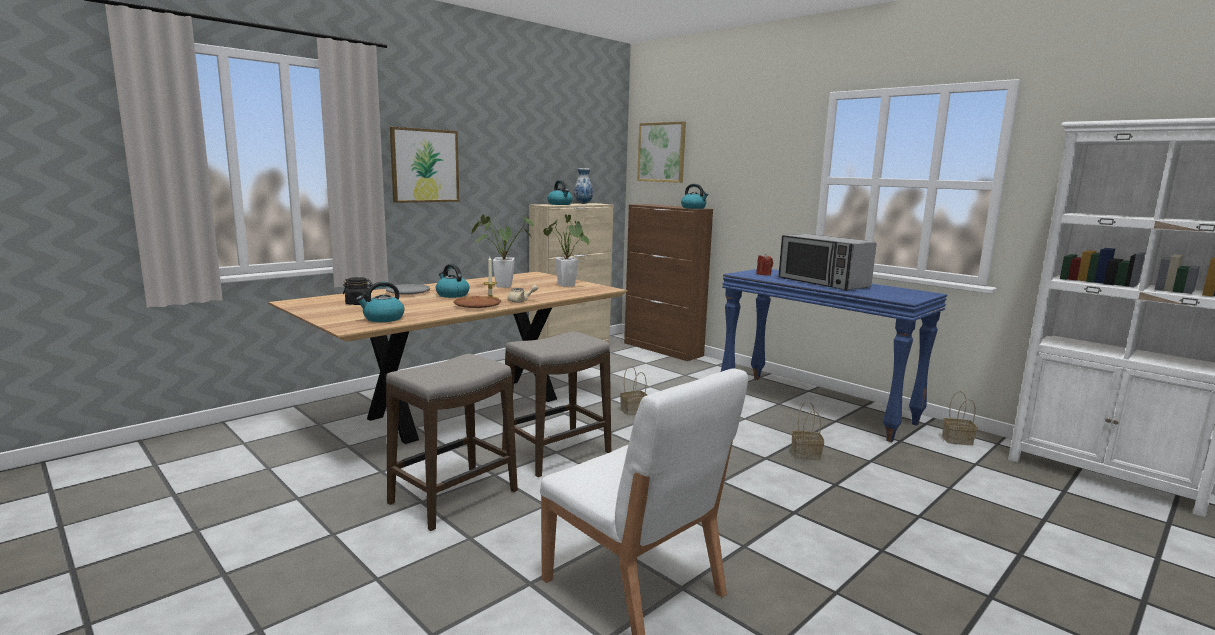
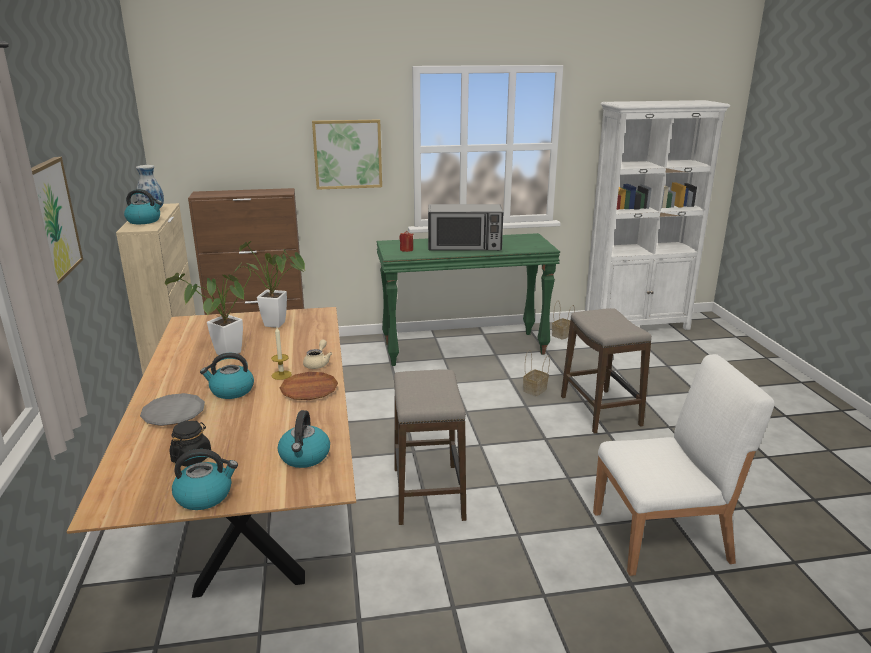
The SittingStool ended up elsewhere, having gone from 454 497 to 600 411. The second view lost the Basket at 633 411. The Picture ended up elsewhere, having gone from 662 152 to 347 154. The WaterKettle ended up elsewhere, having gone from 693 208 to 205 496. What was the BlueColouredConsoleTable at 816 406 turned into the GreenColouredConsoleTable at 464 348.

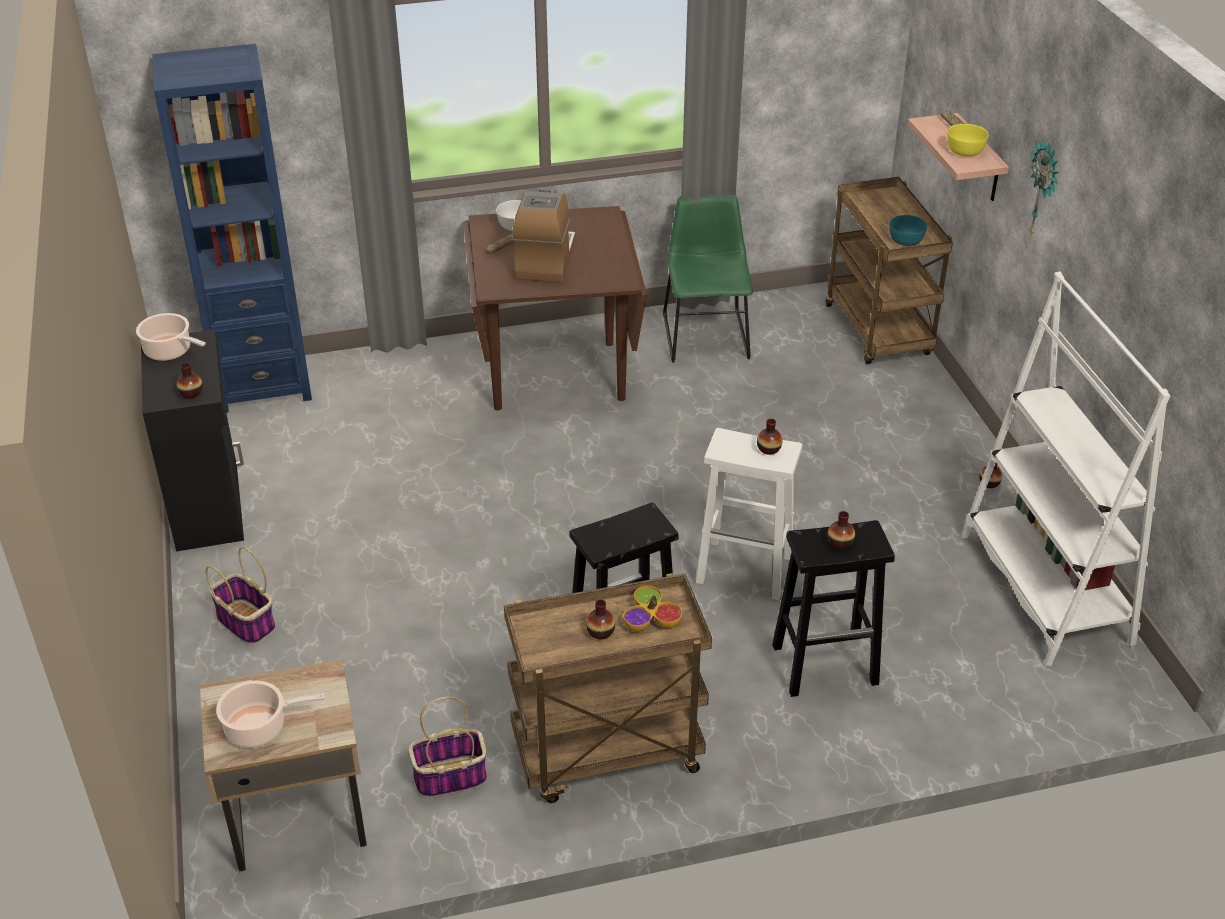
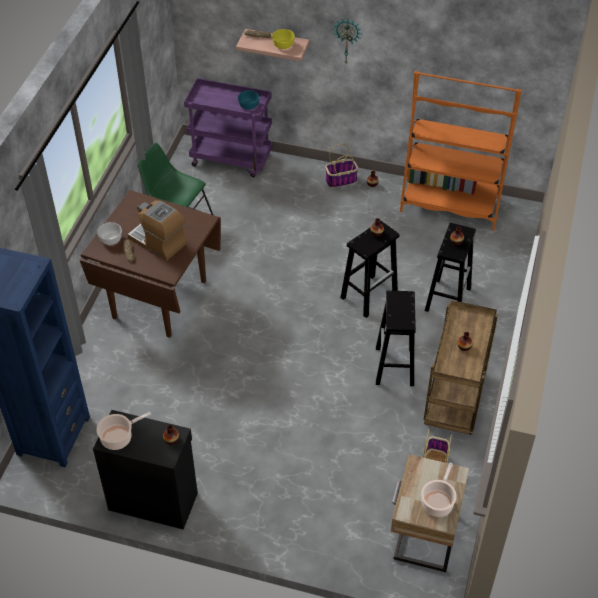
The Basket ended up elsewhere, having gone from 247 623 to 341 180. The second view lost the ServingBowl at 650 618. What was the WhitishSittingStool at 746 569 turned into the BlackishSittingStool at 369 295. What was the BrownishCart at 879 332 turned into the PurpleCart at 232 159. What was the WhitishBookcase at 1045 589 turned into the OrangeColouredBookcase at 450 205.

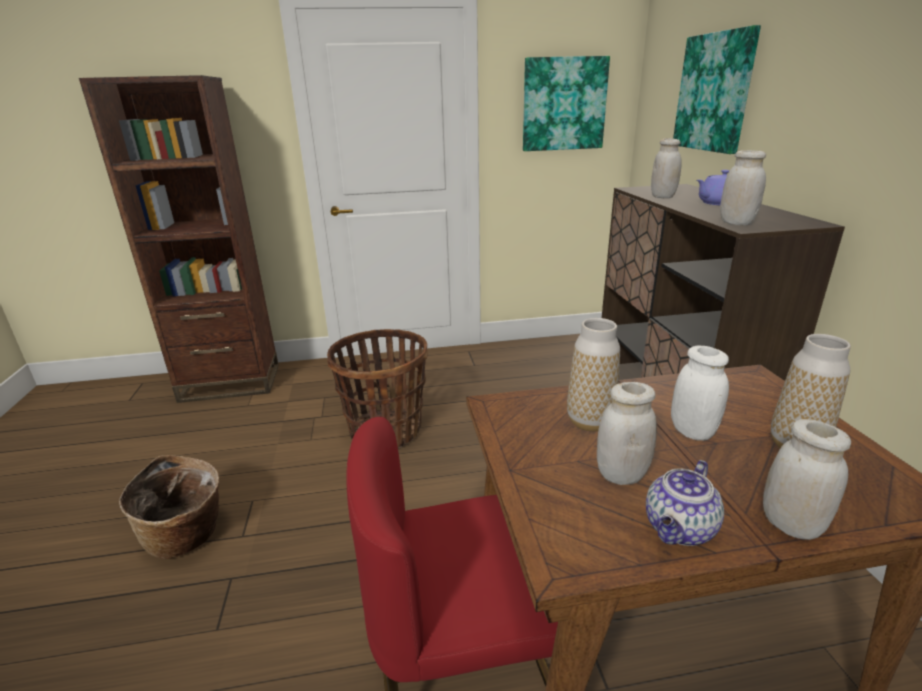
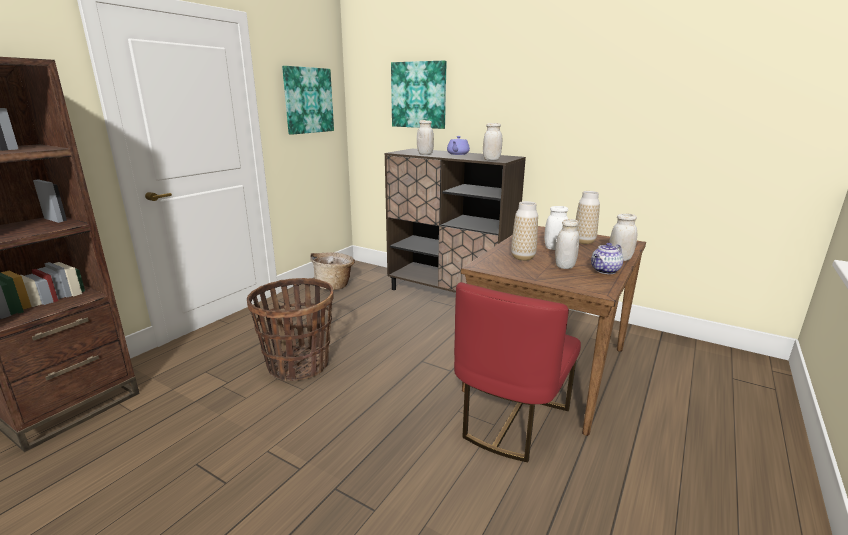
The Basket ended up elsewhere, having gone from 187 537 to 334 285. The PotForTea at 679 530 ended up facing another way, 60 degrees clockwise from before.

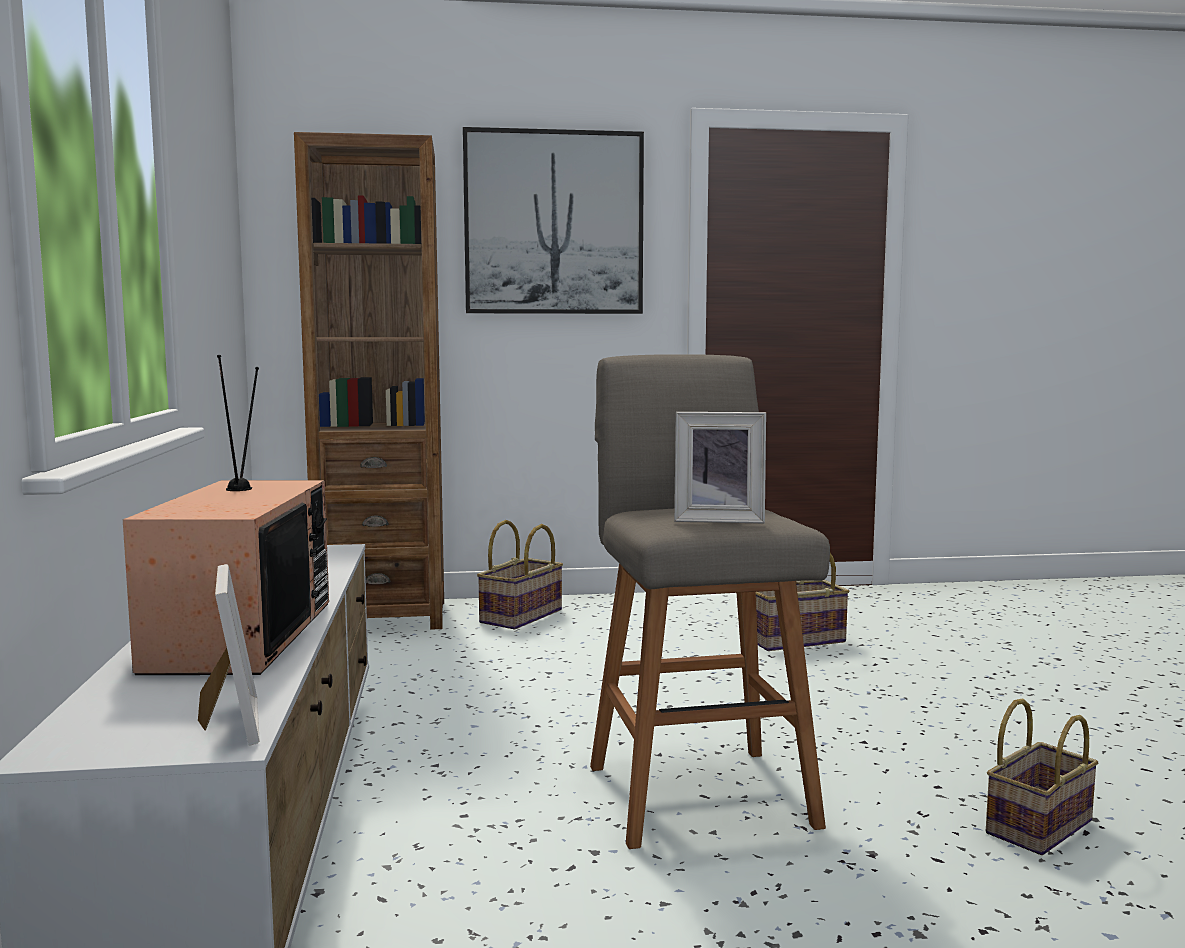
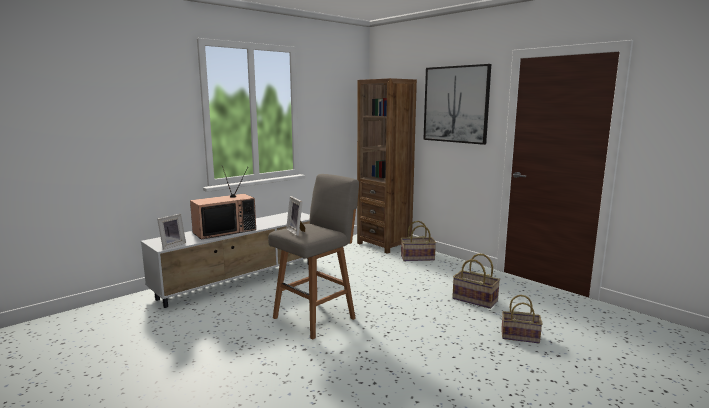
The Basket ended up elsewhere, having gone from 1038 825 to 521 336.

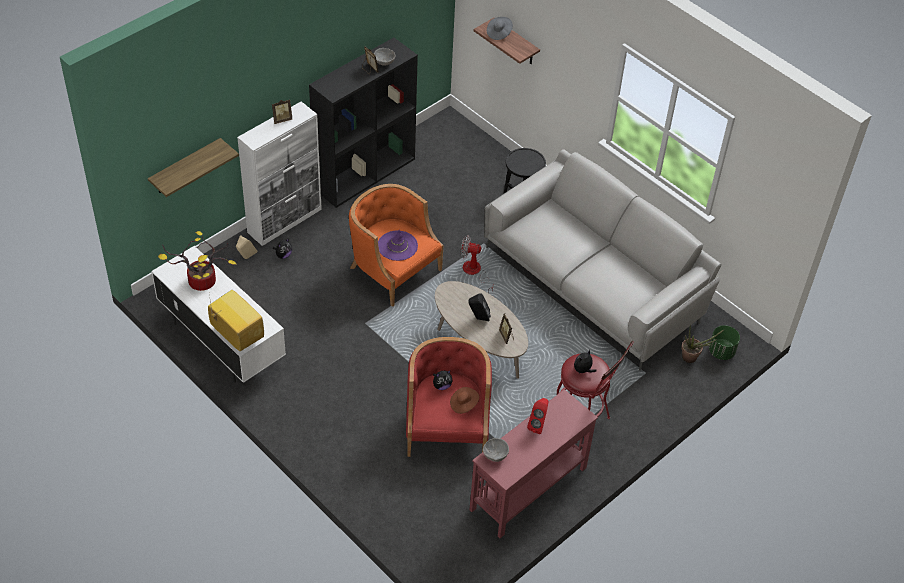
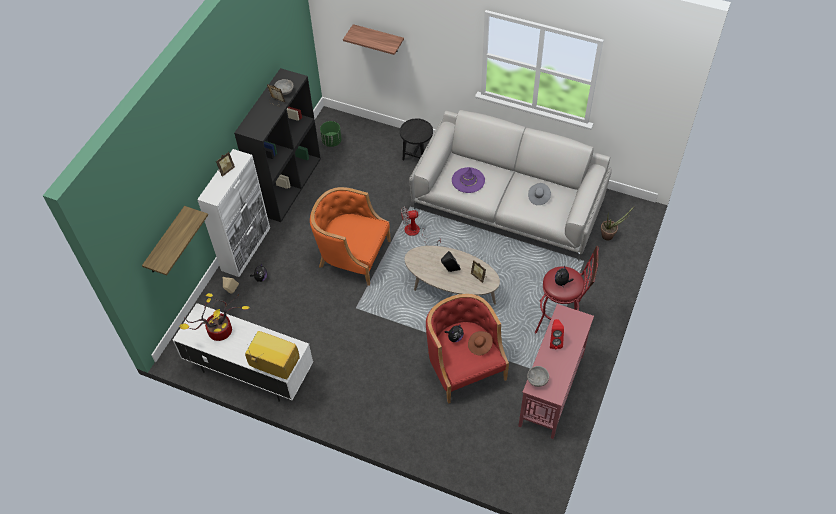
The PurpleHat ended up elsewhere, having gone from 397 246 to 468 180. The GrayHat ended up elsewhere, having gone from 499 33 to 538 197. The GreenColouredPlanter ended up elsewhere, having gone from 721 352 to 332 141.

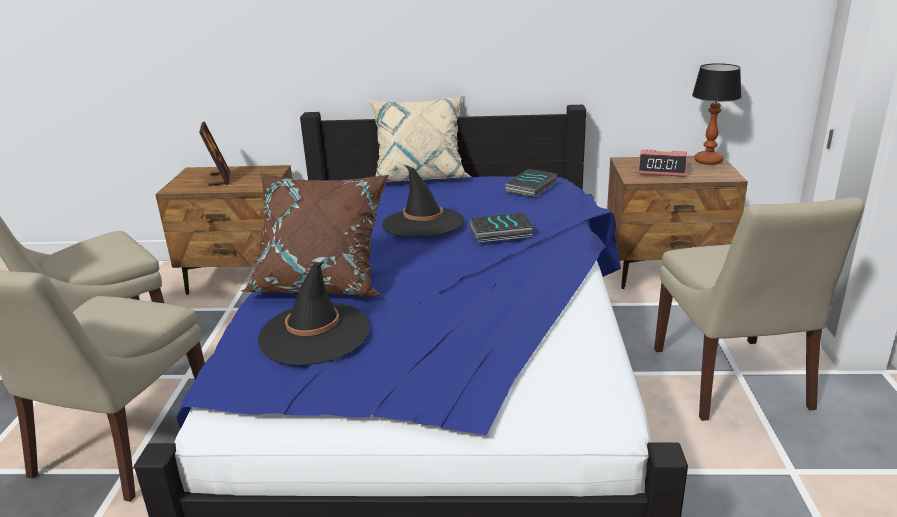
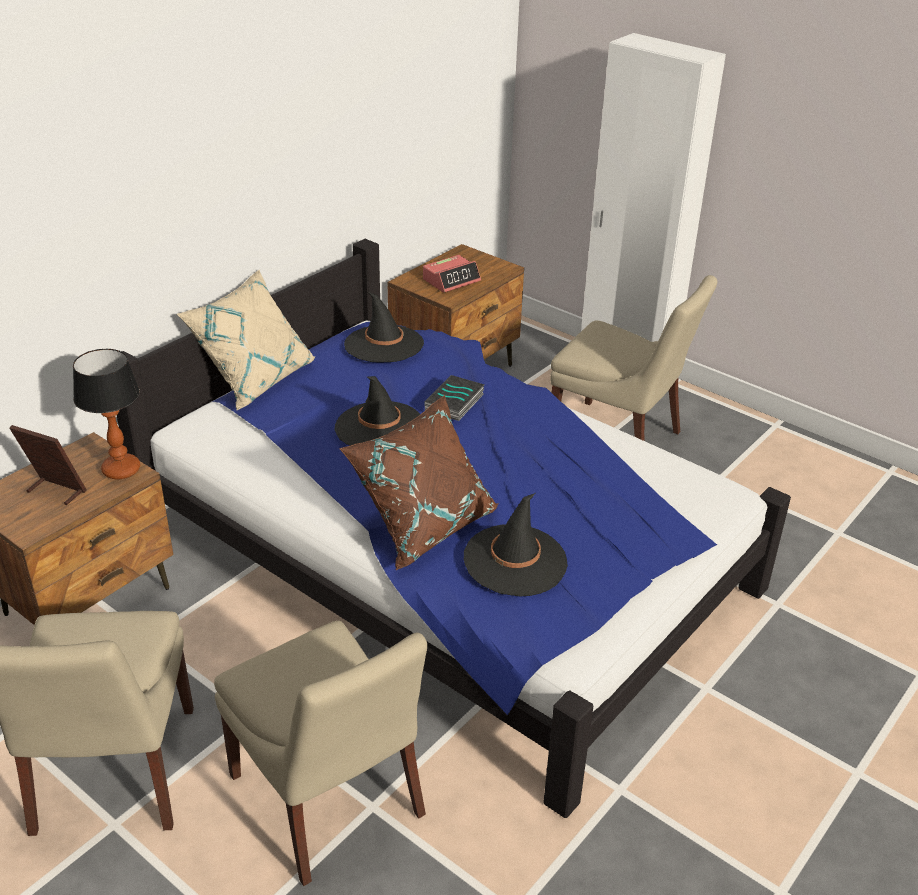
Where the BoundBook stood at 532 187, the BlackishHat came to stand at 383 344. The TabletopLamp ended up elsewhere, having gone from 707 161 to 120 470.

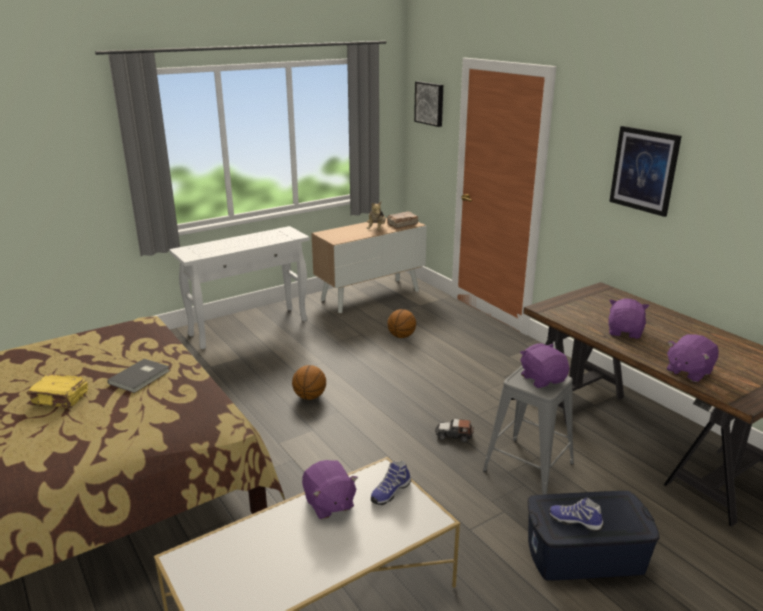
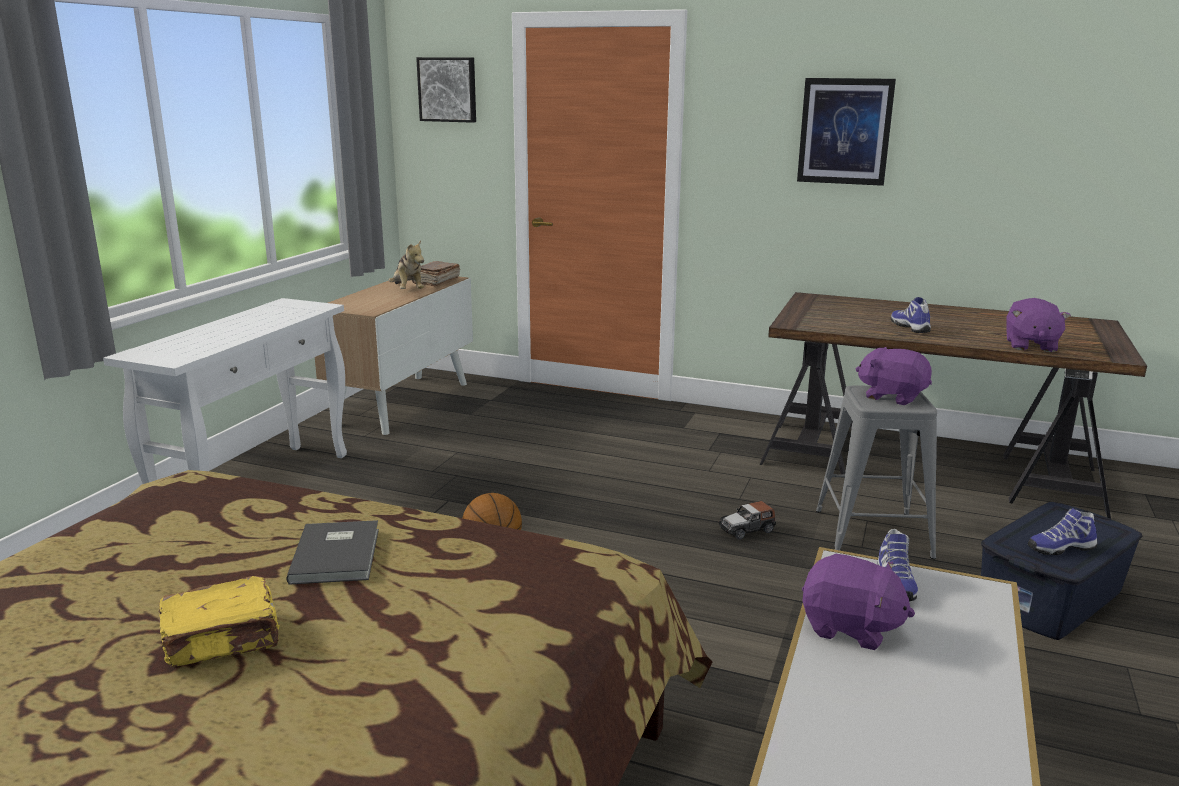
The second view lost the BallForBasketball at 401 336. Where the PurpleSoftToy stood at 625 332, the ItemOfFootwear came to stand at 911 327.

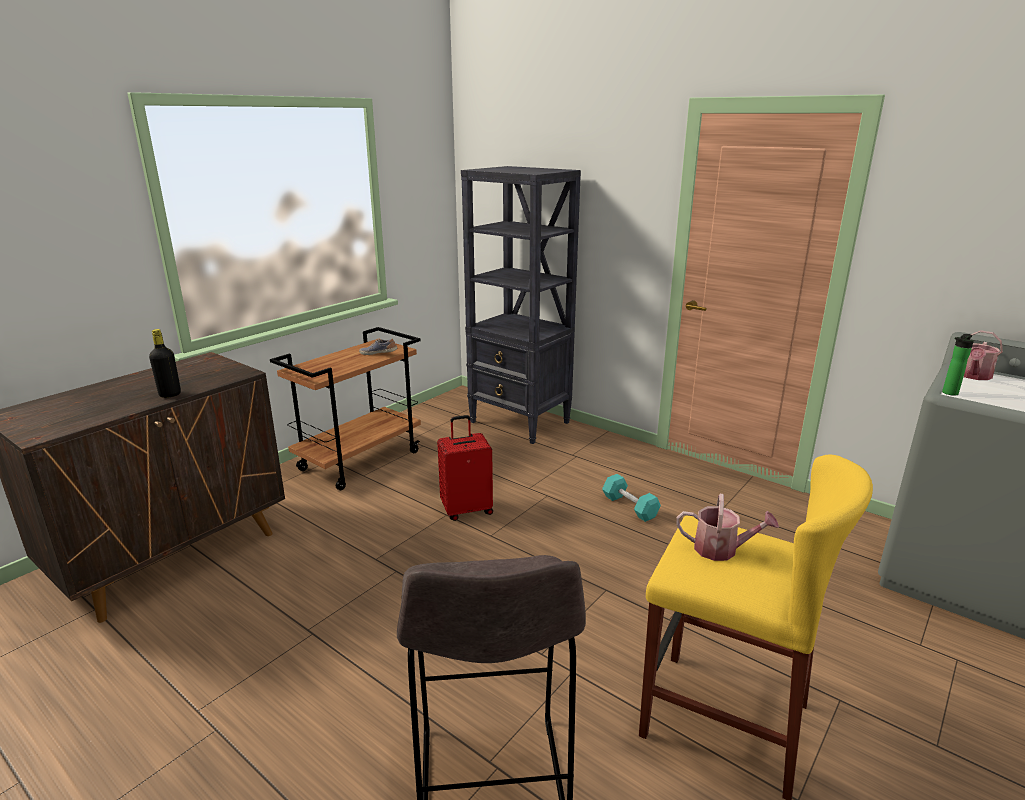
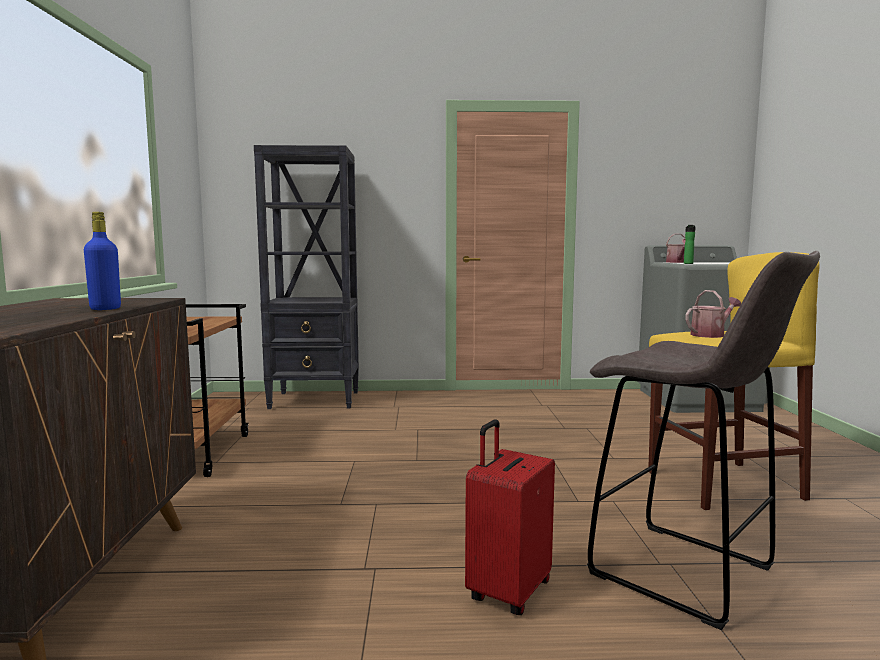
What was the BlackishDrinkBottle at 170 394 turned into the BlueColouredDrinkBottle at 105 309. The second view lost the ItemOfFootwear at 379 354. The ReddishPieceOfLuggage ended up elsewhere, having gone from 466 509 to 507 591. The second view lost the BlueGreenDumbbell at 630 506.

